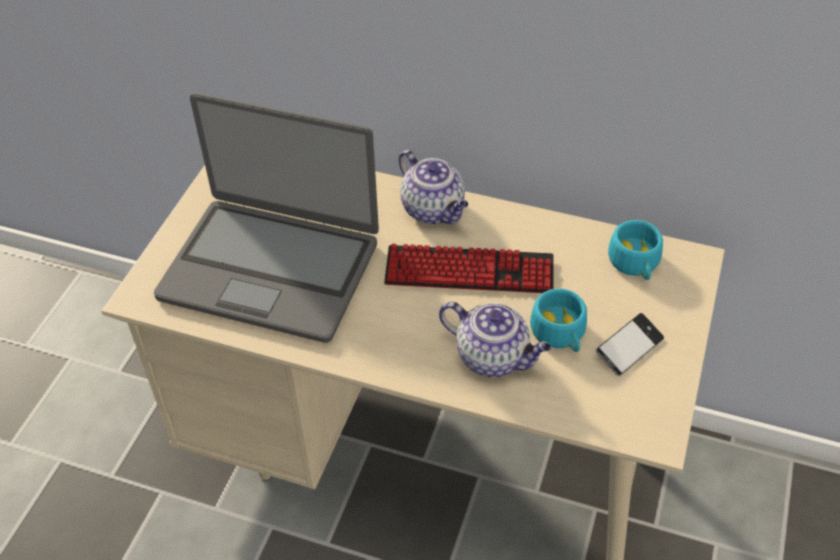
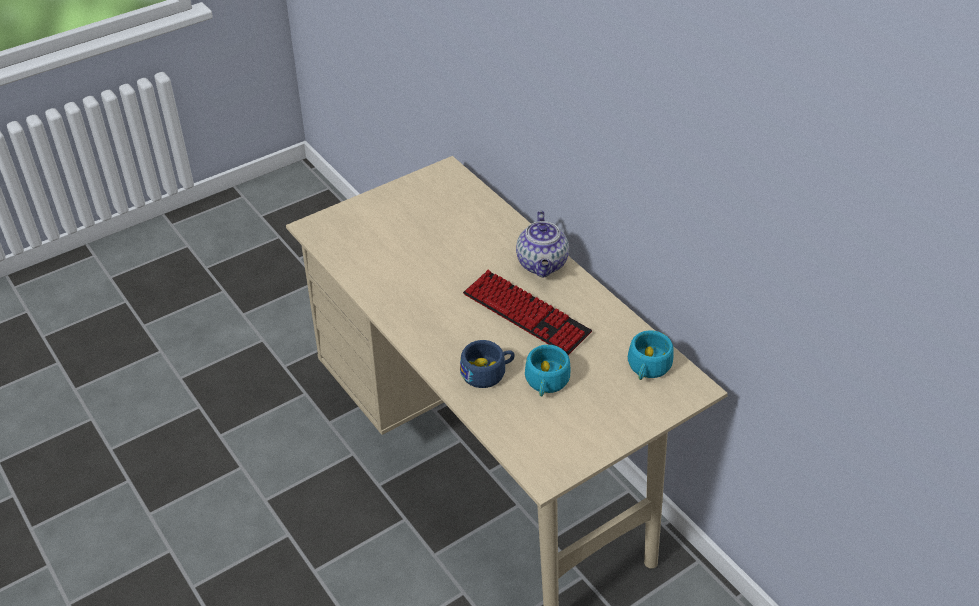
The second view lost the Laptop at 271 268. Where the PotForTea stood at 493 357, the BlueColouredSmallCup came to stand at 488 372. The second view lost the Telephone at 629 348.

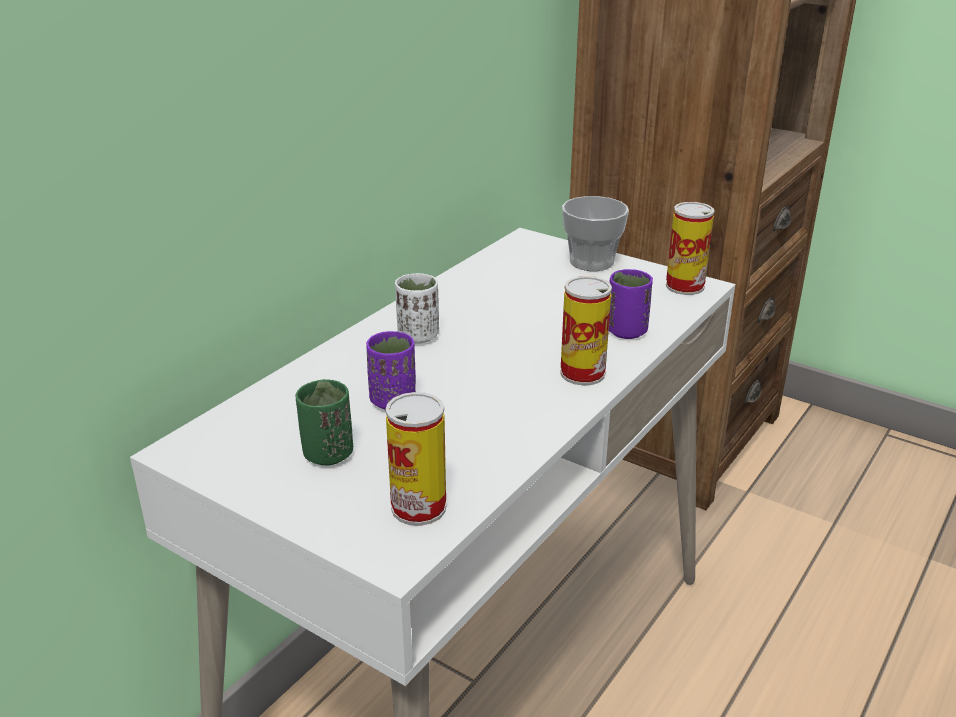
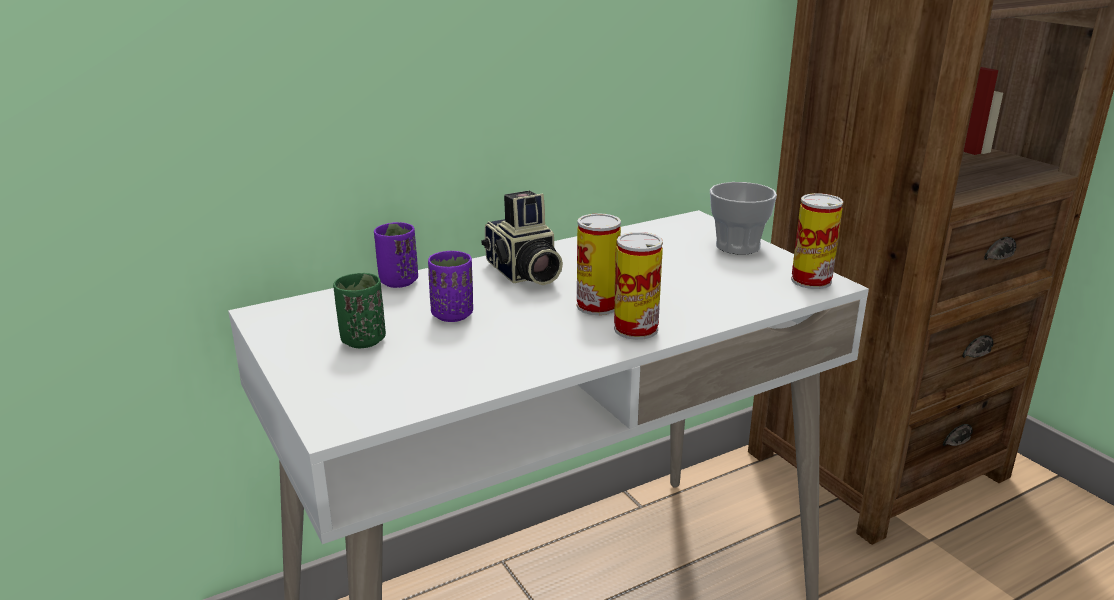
The MetalCan ended up elsewhere, having gone from 418 507 to 597 306. Where the WhitishSmallCup stood at 418 336, the StillCamera came to stand at 523 273. The PurpleSmallCup ended up elsewhere, having gone from 626 331 to 398 282.

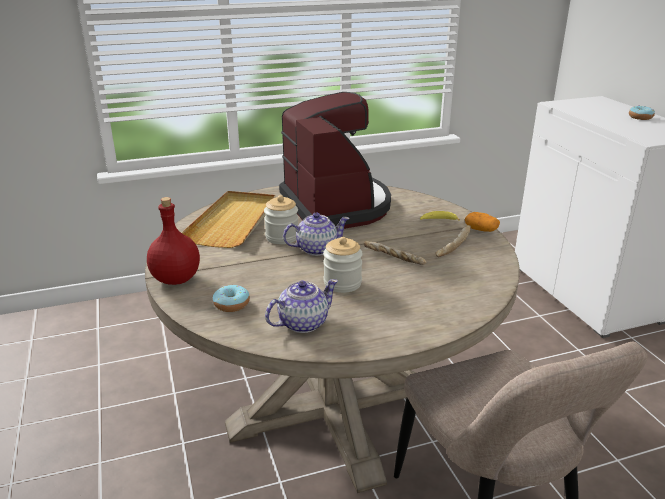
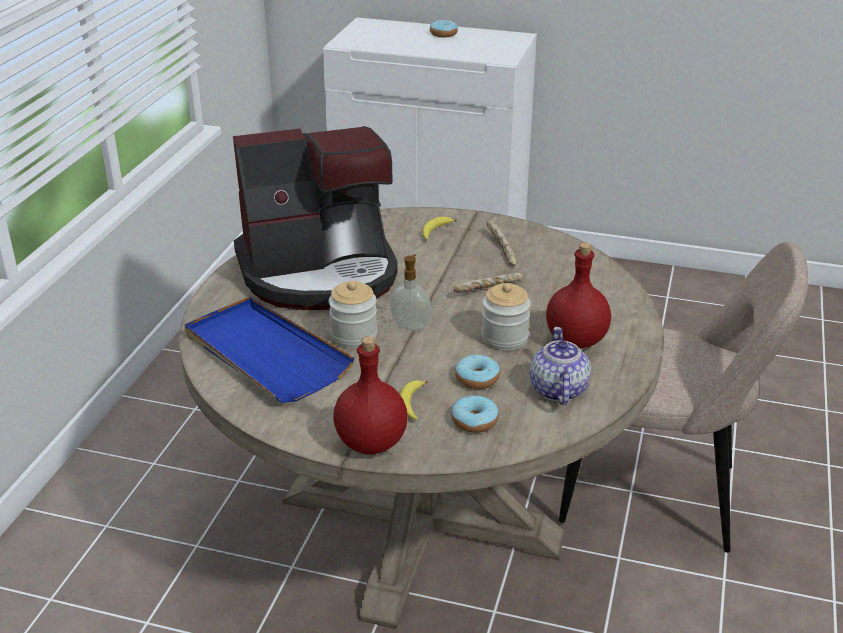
What was the BeigeTray at 234 222 turned into the BlueColouredTray at 265 354. The CoffeeBrewer at 336 206 ended up facing another way, 150 degrees clockwise from before. Where the PotForTea stood at 316 249, the LiquidSoapBottle came to stand at 410 325. The second view lost the Potato at 481 230. The second view gained the Banana at 412 404. The second view gained the RingDoughnut at 477 379. The second view gained the ReddishDrinkBottle at 577 340.

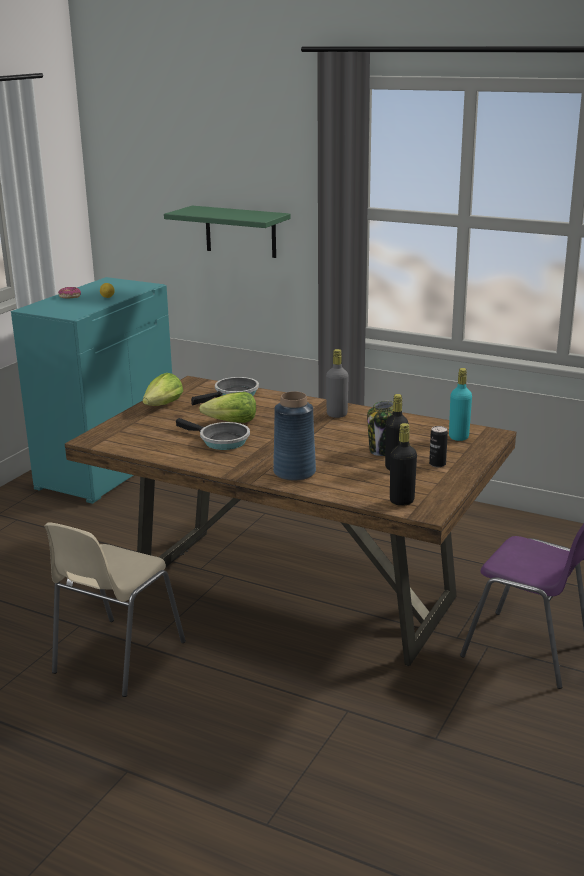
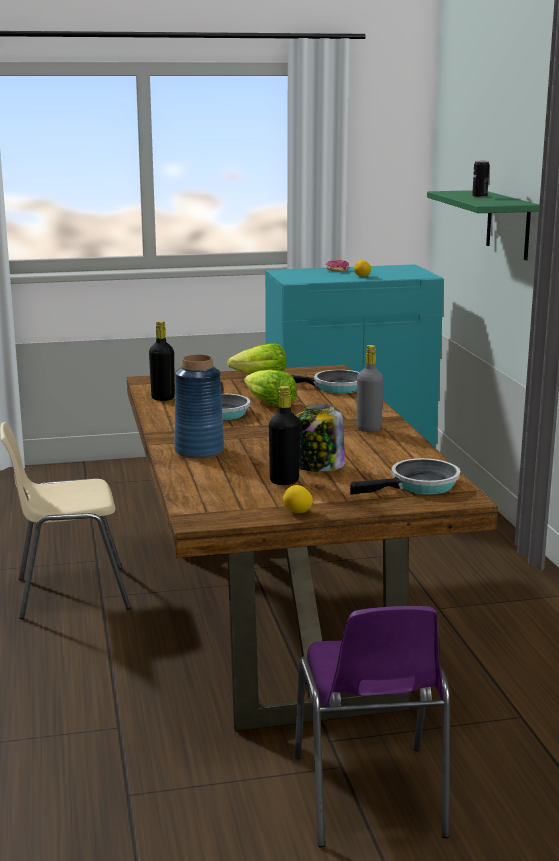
The BlackishDrinkBottle ended up elsewhere, having gone from 402 501 to 163 398. The MetalCan ended up elsewhere, having gone from 437 464 to 479 196. Where the BlueGreenDrinkBottle stood at 458 437, the Pan came to stand at 419 485. The second view gained the CitrusFruit at 297 512.

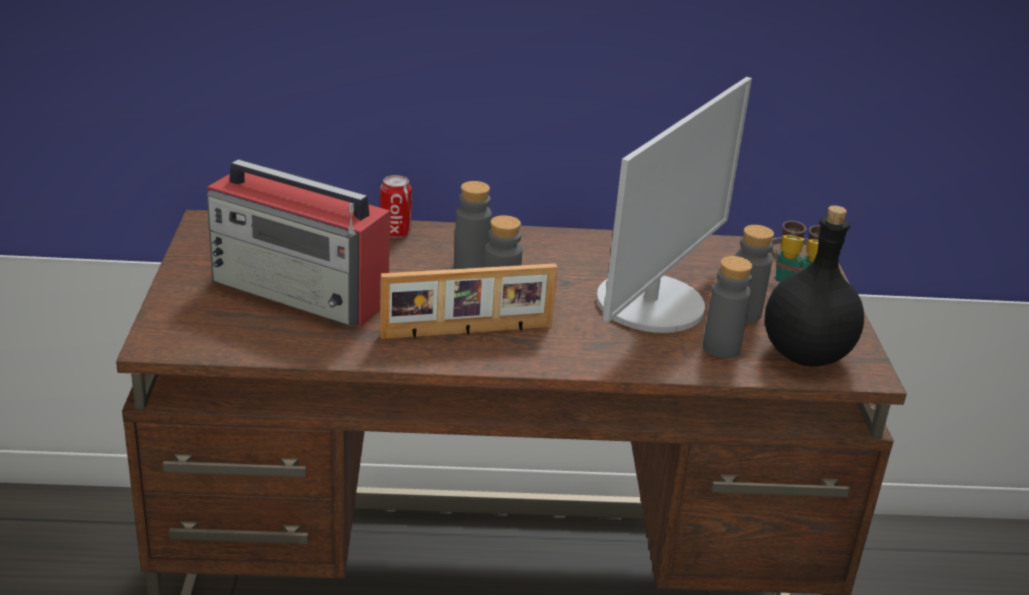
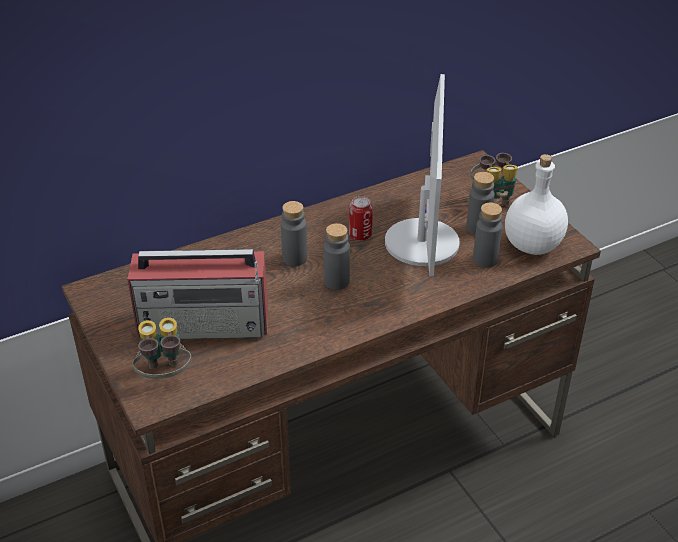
The MetalCan ended up elsewhere, having gone from 395 232 to 360 235. The second view lost the PhotoFrame at 467 332. What was the BlackishDrinkBottle at 805 354 turned into the WhitishDrinkBottle at 531 245. The second view gained the FieldGlasses at 164 376.

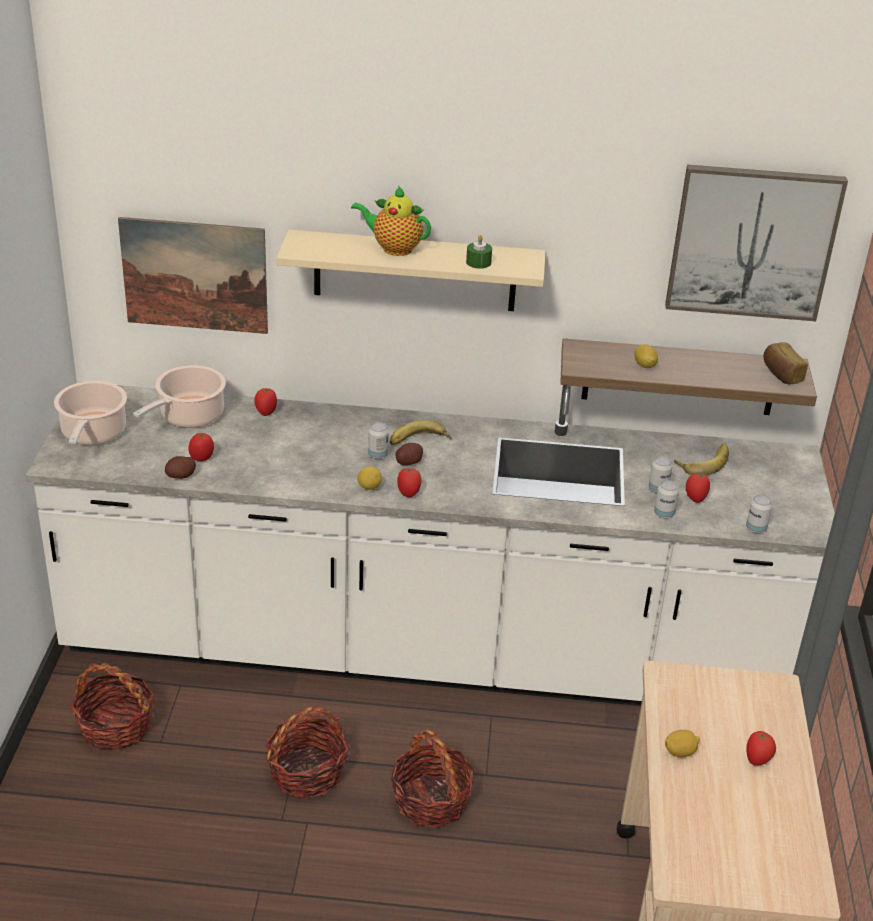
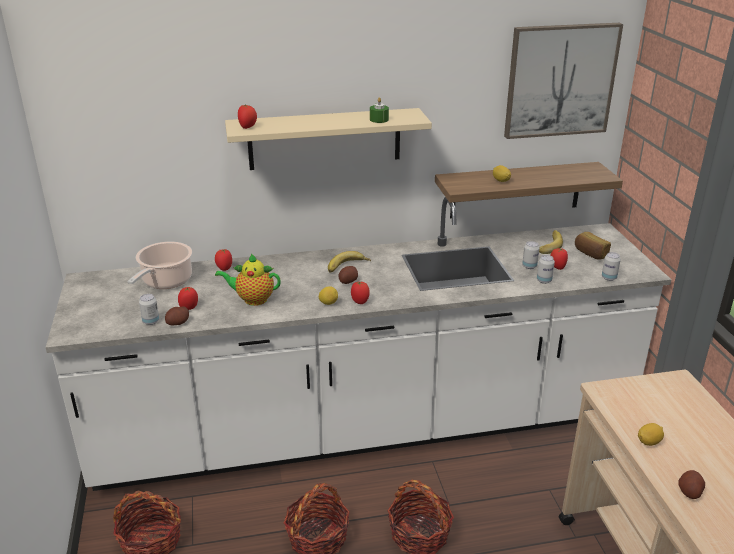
The second view lost the CookingPot at 93 434. The second view lost the Picture at 195 275. The PotForTea ended up elsewhere, having gone from 394 248 to 252 299. The MetalCan ended up elsewhere, having gone from 377 455 to 151 321. The Tomato ended up elsewhere, having gone from 757 760 to 248 127. The BakedBread ended up elsewhere, having gone from 781 374 to 590 254. The second view gained the Potato at 689 491.

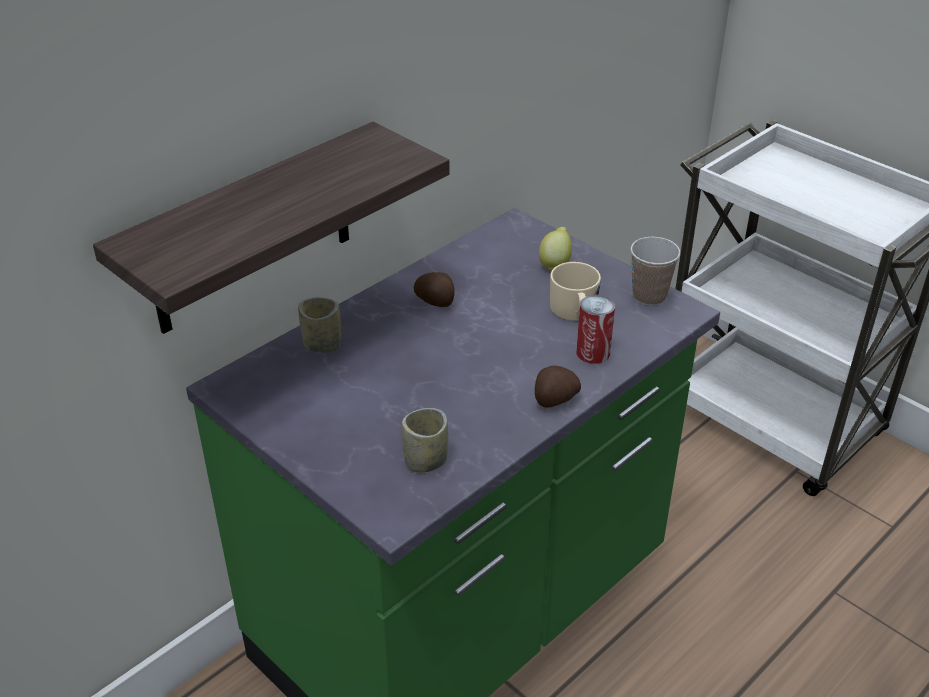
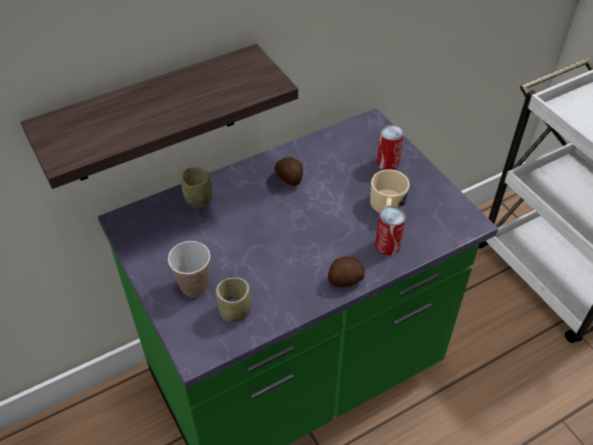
Where the CitrusFruit stood at 555 264, the MetalCan came to stand at 387 162. The SmallCup ended up elsewhere, having gone from 649 296 to 194 286.

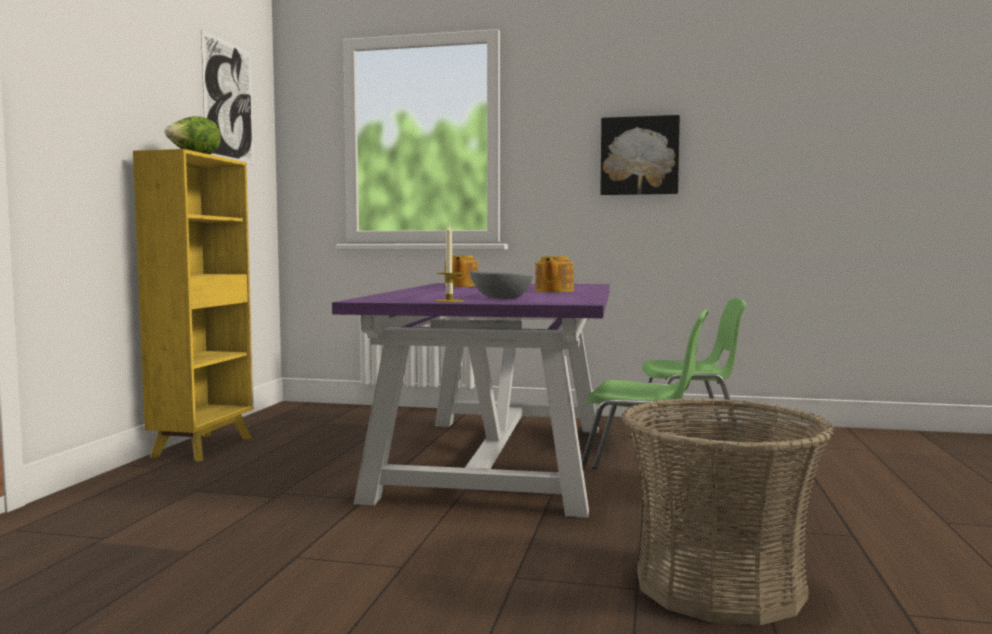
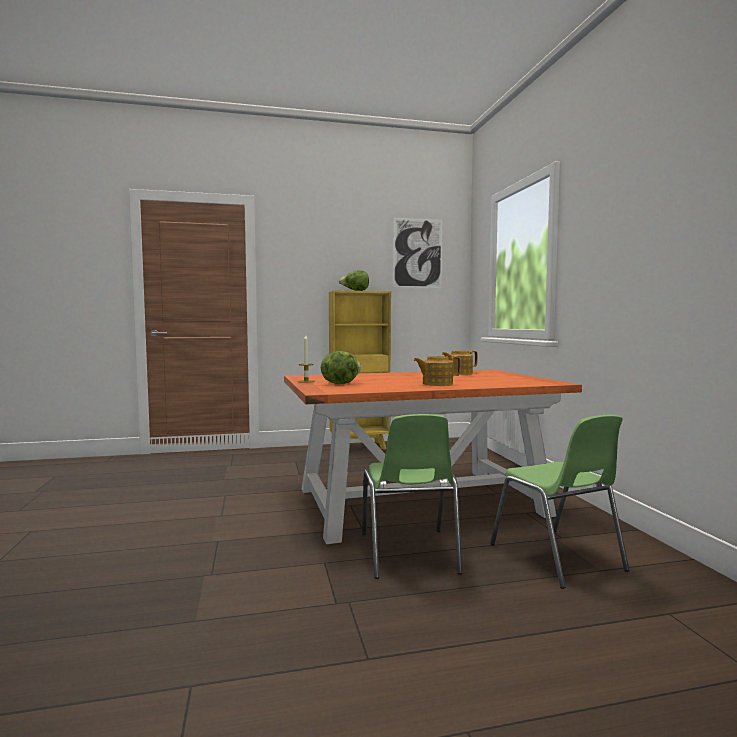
What was the PurpleKitchenTable at 497 459 turned into the OrangeColouredKitchenTable at 420 501. Where the GrayServingBowl stood at 501 298, the HeadOfLettuce came to stand at 340 383. The second view lost the Picture at 639 156. The second view lost the Basket at 718 585.

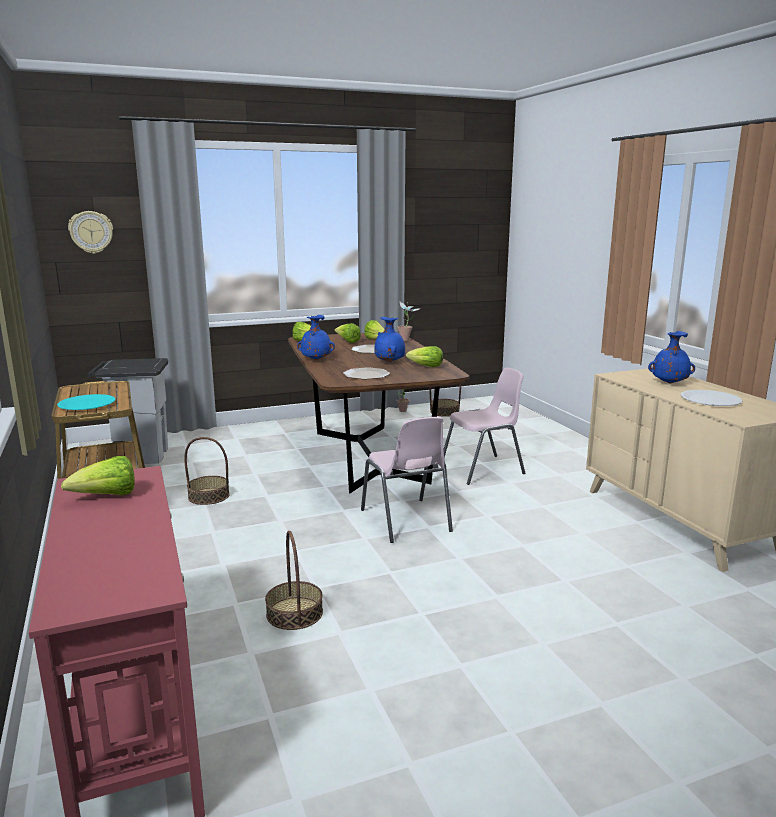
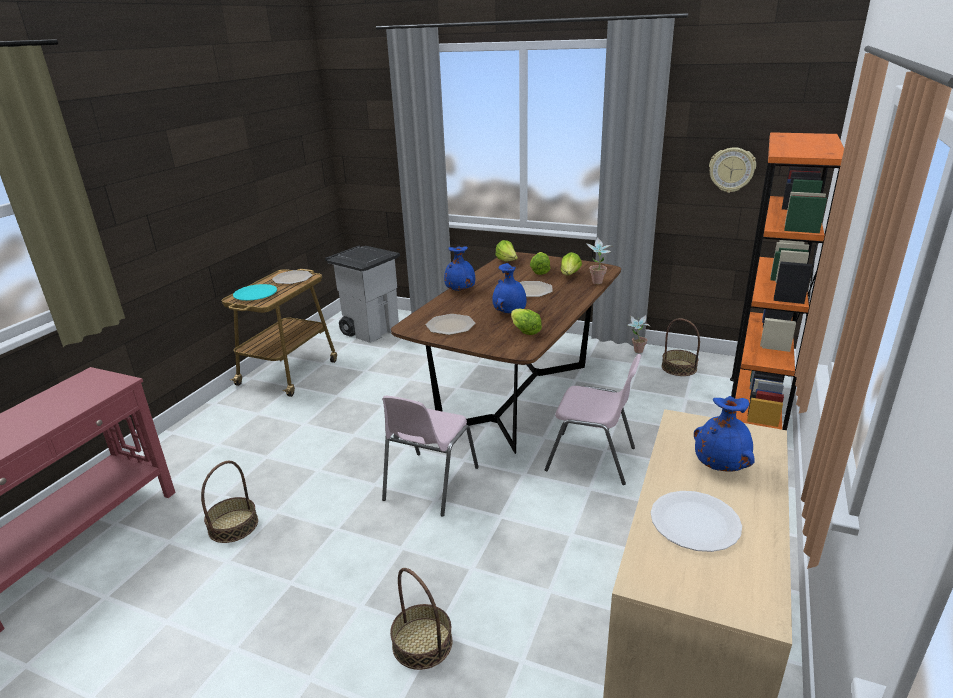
The second view lost the HeadOfLettuce at 107 496. The WallClock ended up elsewhere, having gone from 91 232 to 731 170. The Basket ended up elsewhere, having gone from 209 496 to 422 643. The second view gained the FlatDish at 292 278. The second view gained the OrangeColouredBookcase at 754 410.

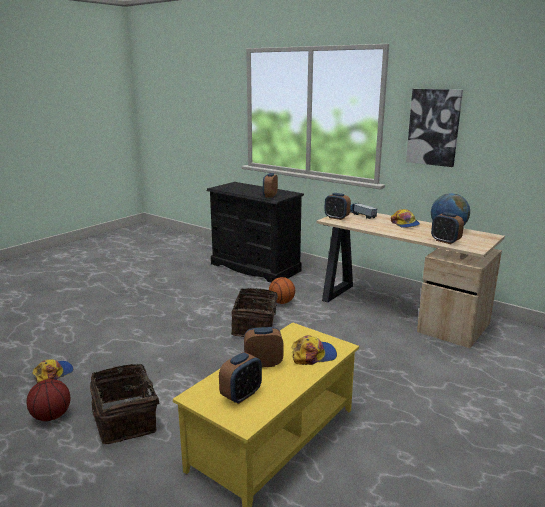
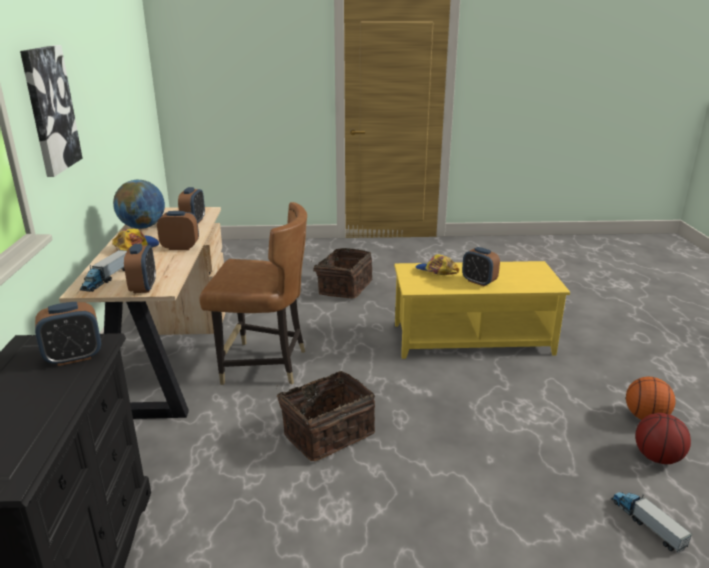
Where the BaseballCap stood at 53 374, the ToyLorry came to stand at 646 524. The Basket ended up elsewhere, having gone from 127 419 to 343 287. The AlarmClock ended up elsewhere, having gone from 241 395 to 180 247. The BallForBasketball ended up elsewhere, having gone from 281 302 to 645 417. The second view gained the BrownishPlainChair at 264 365.

